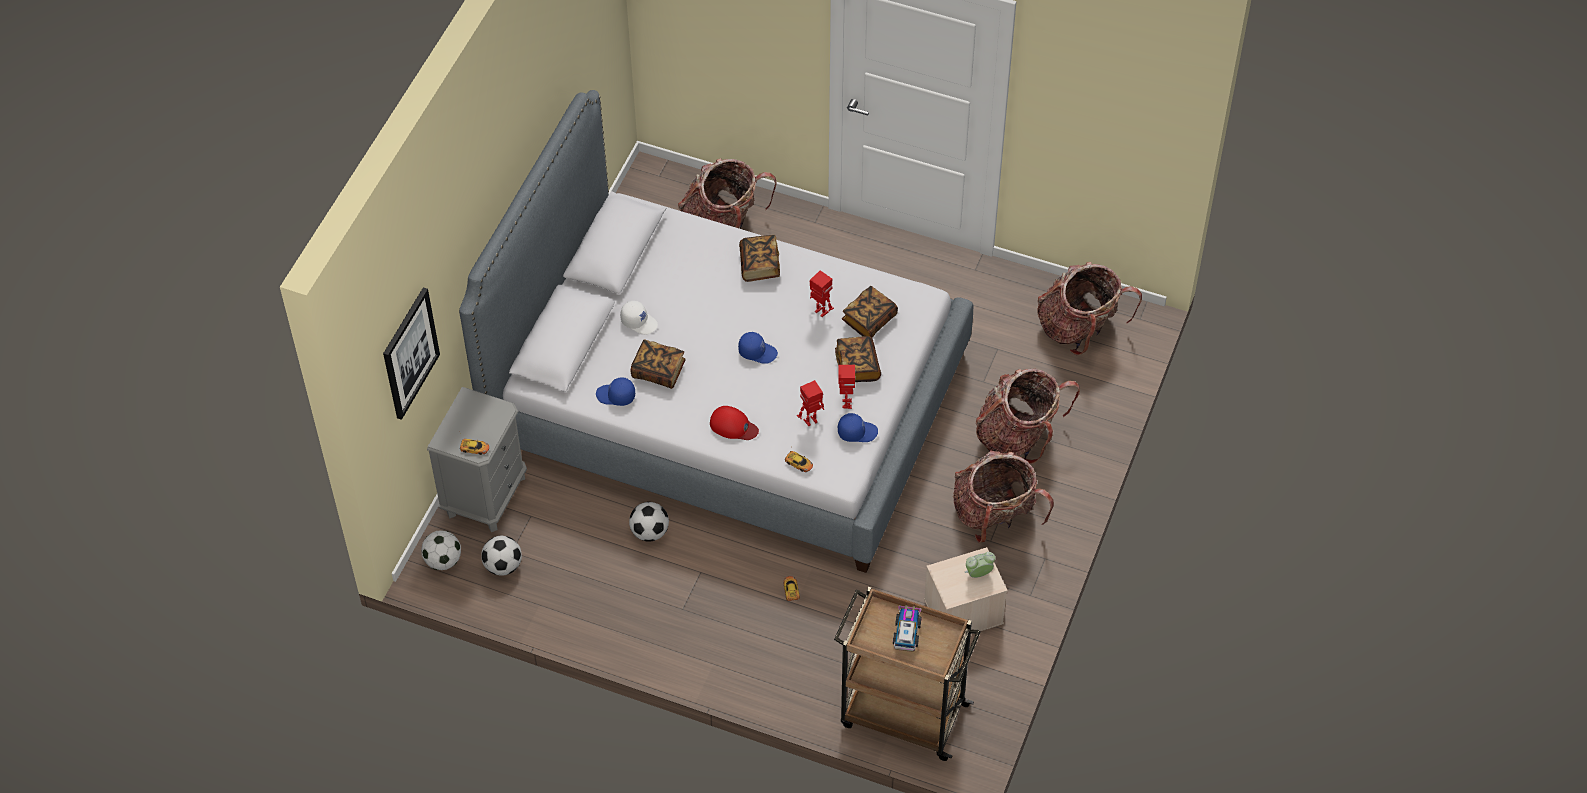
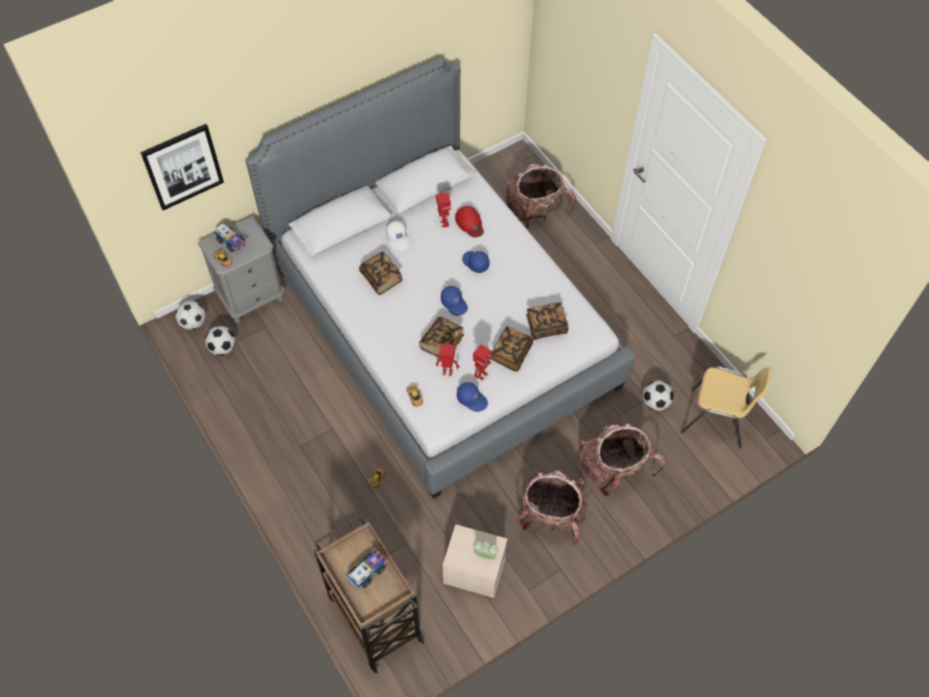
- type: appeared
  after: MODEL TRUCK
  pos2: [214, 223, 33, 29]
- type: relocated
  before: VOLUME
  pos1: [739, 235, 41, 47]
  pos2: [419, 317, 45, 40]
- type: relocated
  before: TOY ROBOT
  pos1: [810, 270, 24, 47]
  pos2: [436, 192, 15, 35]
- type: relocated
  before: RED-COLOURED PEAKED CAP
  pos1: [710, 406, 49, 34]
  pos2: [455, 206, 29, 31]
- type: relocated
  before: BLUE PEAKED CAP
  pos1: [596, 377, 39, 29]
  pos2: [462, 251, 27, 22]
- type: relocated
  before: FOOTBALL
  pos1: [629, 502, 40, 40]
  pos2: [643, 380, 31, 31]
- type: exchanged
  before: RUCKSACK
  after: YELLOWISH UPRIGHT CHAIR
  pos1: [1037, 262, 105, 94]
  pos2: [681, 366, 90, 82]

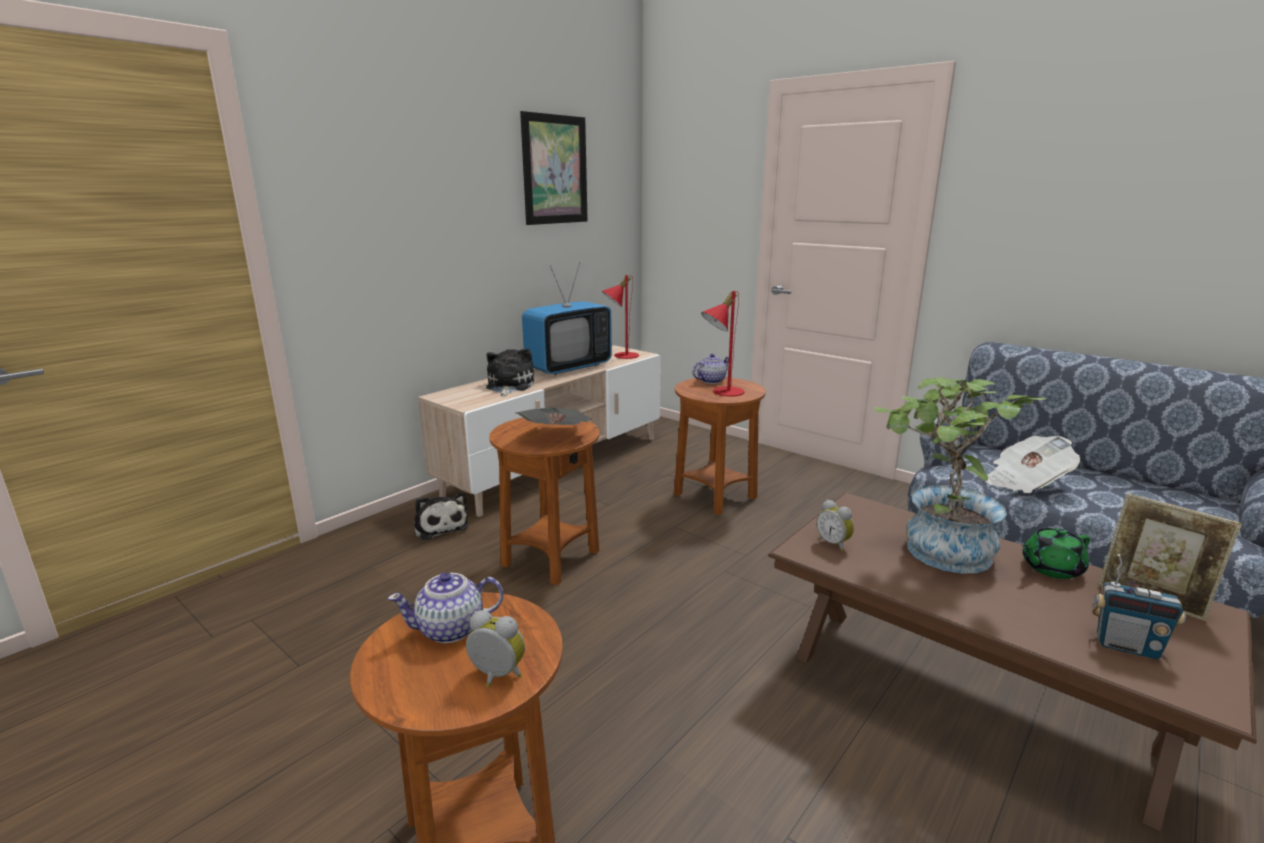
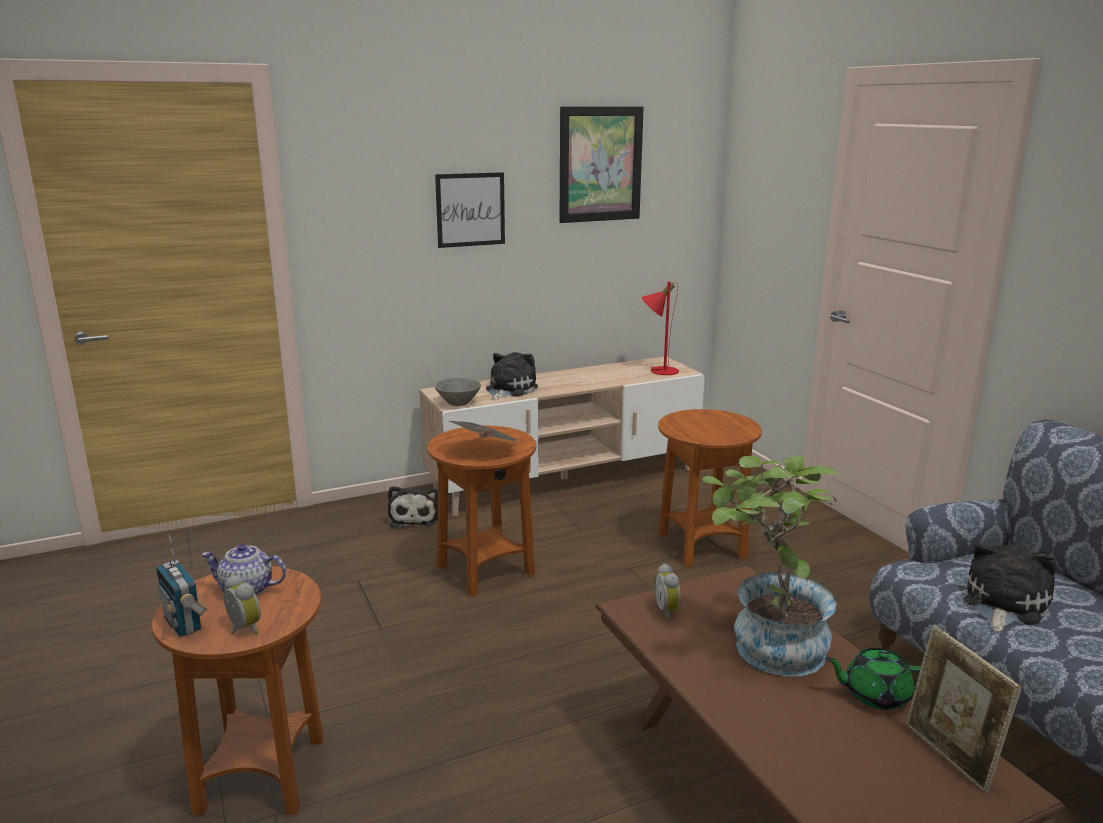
- type: relocated
  before: RADIO
  pos1: [1092, 554, 94, 105]
  pos2: [156, 534, 52, 103]
- type: appeared
  after: PICTURE
  pos2: [435, 172, 70, 76]
- type: appeared
  after: GREYISH BOWL
  pos2: [435, 378, 46, 28]
- type: exchanged
  before: NEWSPAPER
  after: PLUSH TOY
  pos1: [985, 436, 95, 57]
  pos2: [964, 543, 93, 89]
- type: missing
  before: TV
  pos1: [522, 262, 90, 113]
- type: missing
  before: TEAPOT
  pos1: [693, 353, 36, 31]
- type: missing
  before: RED-COLOURED TABLETOP LAMP
  pos1: [701, 291, 44, 105]

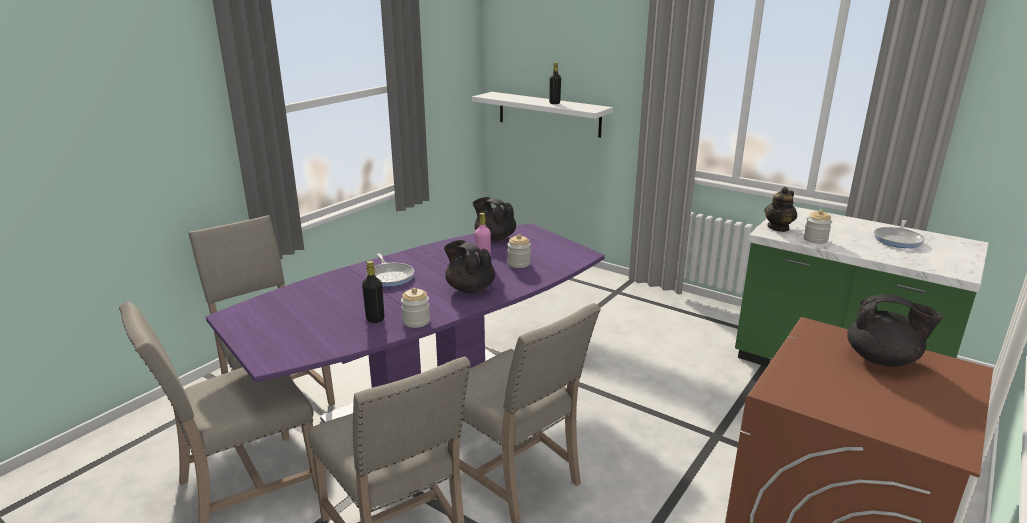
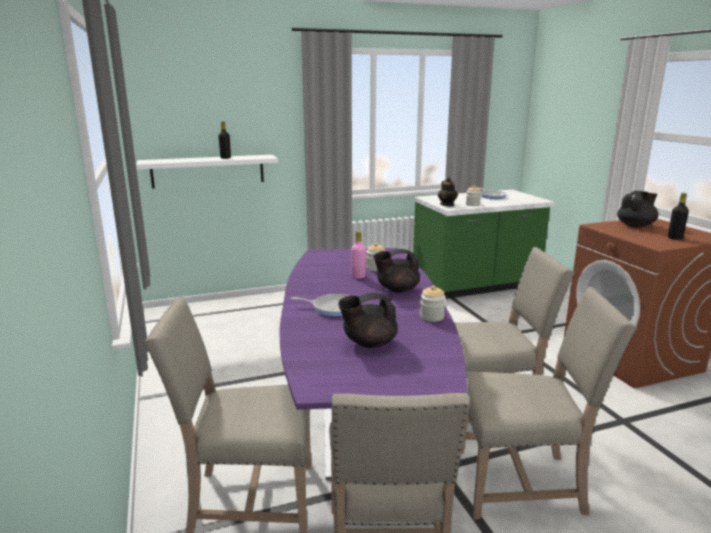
- type: relocated
  before: BLACK-COLOURED TEAPOT
  pos1: [472, 197, 44, 44]
  pos2: [338, 293, 60, 55]
- type: relocated
  before: BLACK-COLOURED BEVERAGE BOTTLE
  pos1: [362, 261, 22, 62]
  pos2: [668, 193, 21, 47]

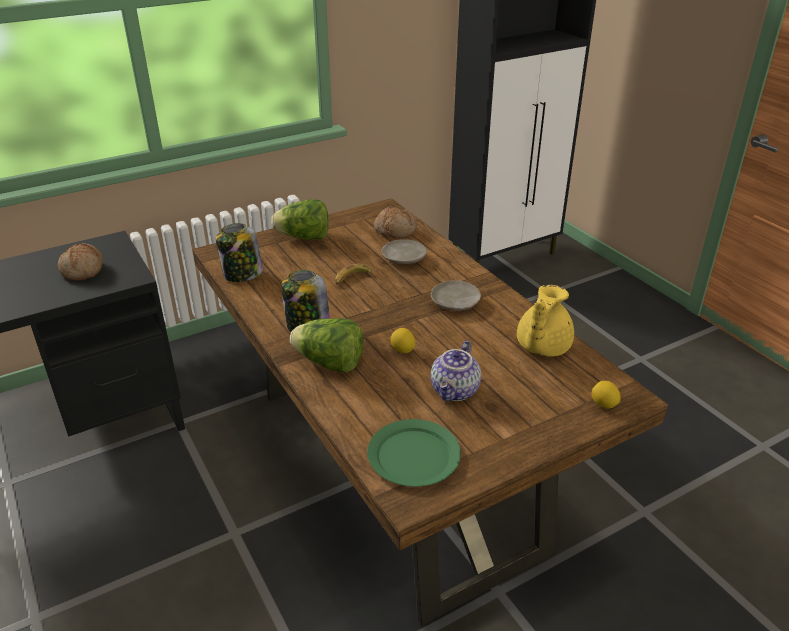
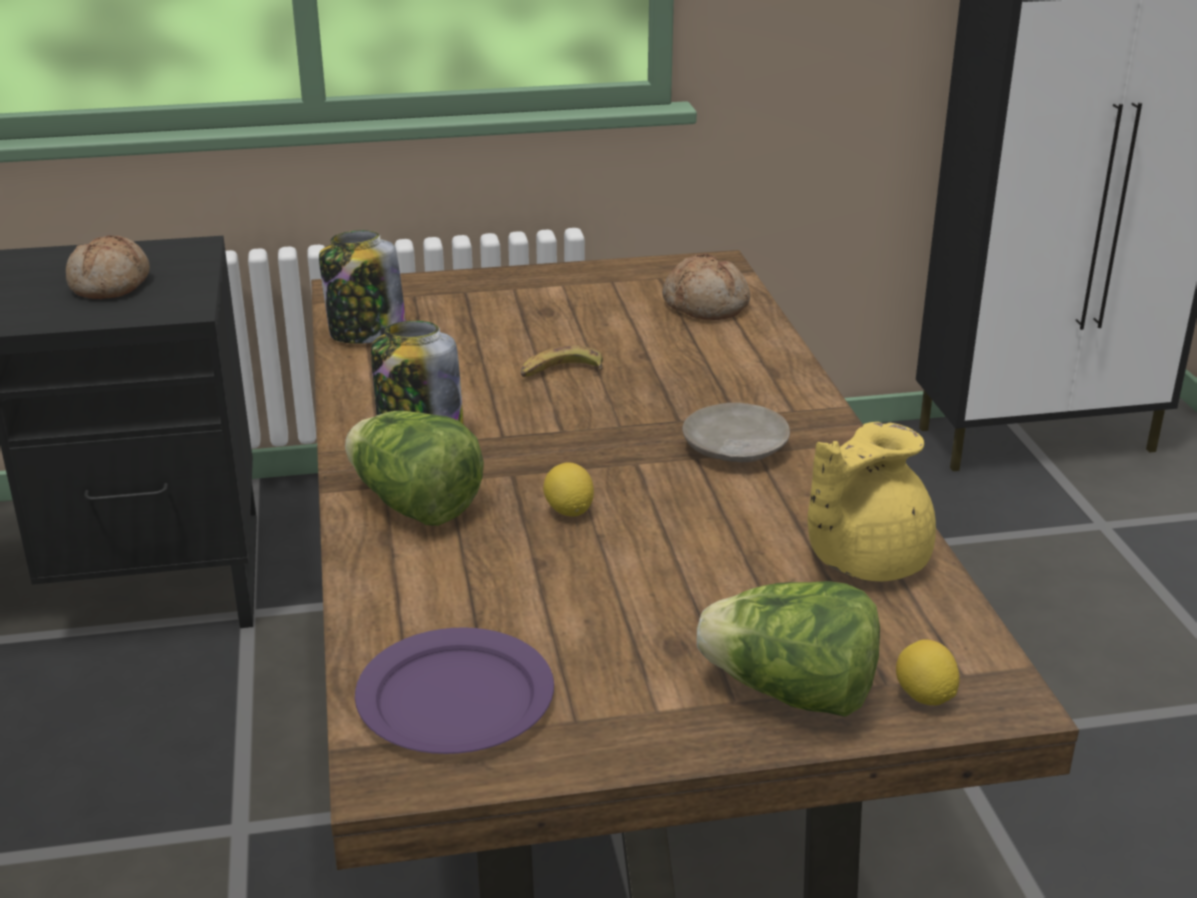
- type: colour
  before: GREENISH PLATE
  after: PURPLISH PLATE
  pos1: [367, 419, 94, 68]
  pos2: [355, 627, 199, 127]
- type: relocated
  before: LETTUCE HEAD
  pos1: [271, 199, 58, 41]
  pos2: [697, 581, 183, 136]
- type: missing
  before: SAND-COLOURED PLATE
  pos1: [381, 239, 46, 25]
- type: missing
  before: TEAPOT
  pos1: [431, 340, 50, 61]

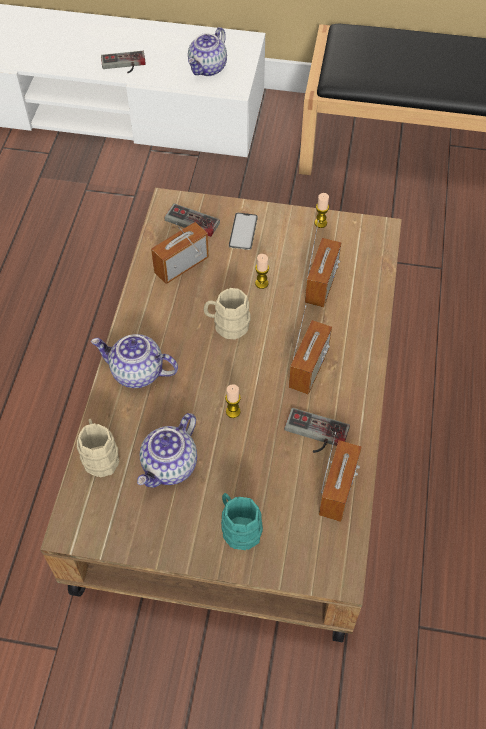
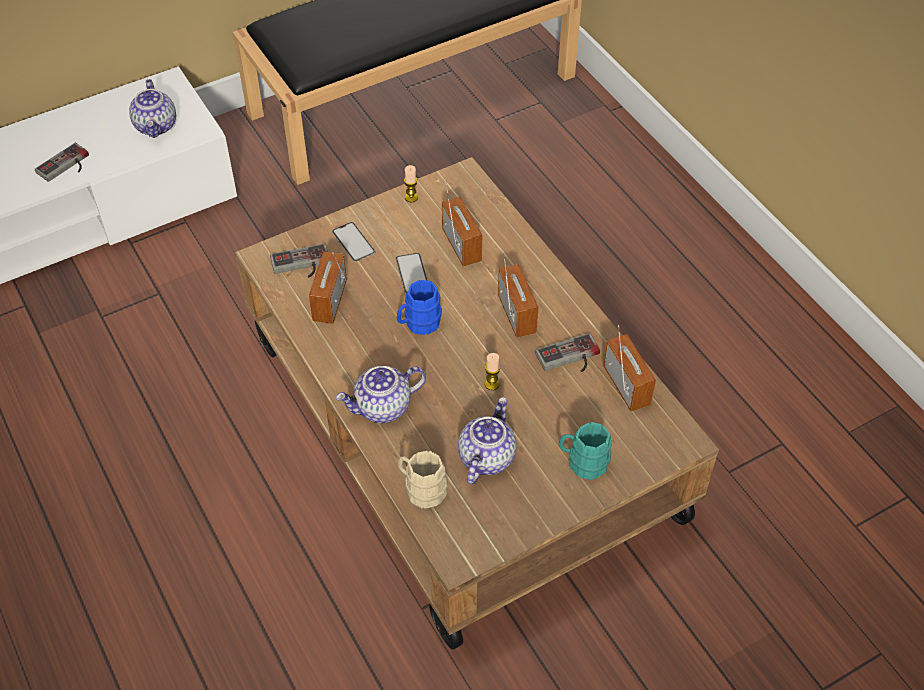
- type: exchanged
  before: CANDLE
  after: PHONE
  pos1: [255, 254, 14, 35]
  pos2: [396, 253, 32, 41]
- type: colour
  before: SAND-COLOURED MUG
  after: BLUE MUG
  pos1: [204, 288, 47, 52]
  pos2: [397, 280, 45, 55]
- type: spun
  before: TEAPOT
  pos1: [137, 413, 60, 75]
  pos2: [458, 397, 58, 88]
  turn: -150

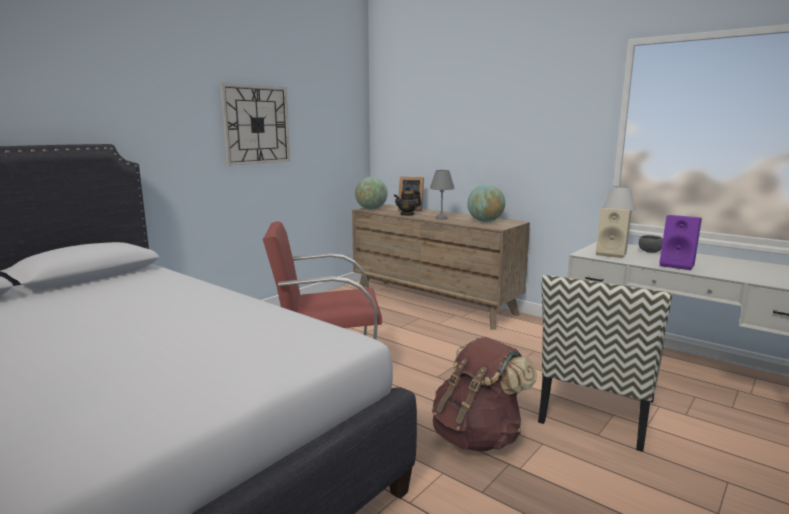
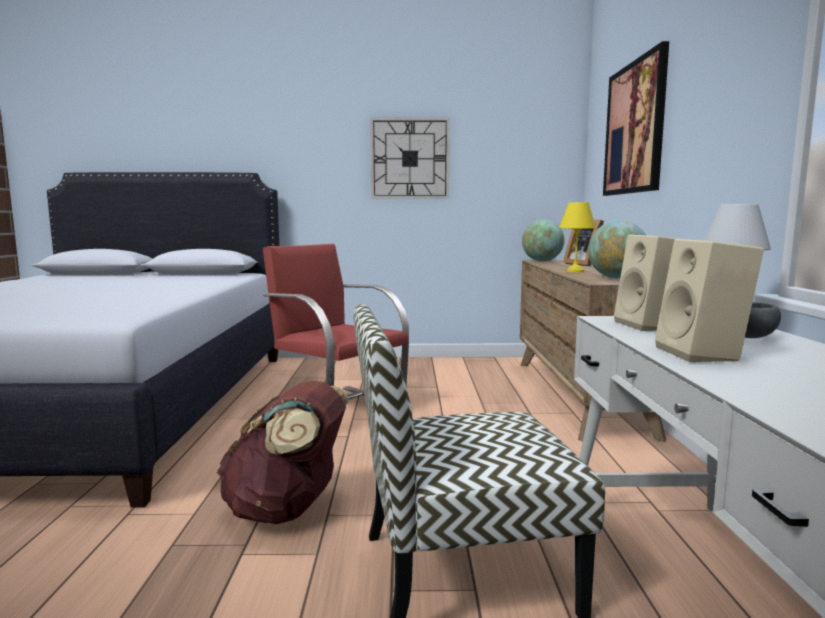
- type: colour
  before: GREYISH TABLETOP LAMP
  after: YELLOWISH TABLETOP LAMP
  pos1: [430, 170, 25, 50]
  pos2: [559, 202, 37, 70]
- type: appeared
  after: PICTURE
  pos2: [603, 41, 66, 155]
- type: colour
  before: PURPLISH SPEAKER
  after: SAND-COLOURED SPEAKER
  pos1: [660, 215, 42, 55]
  pos2: [655, 239, 109, 123]
- type: missing
  before: TEAPOT
  pos1: [394, 186, 27, 30]

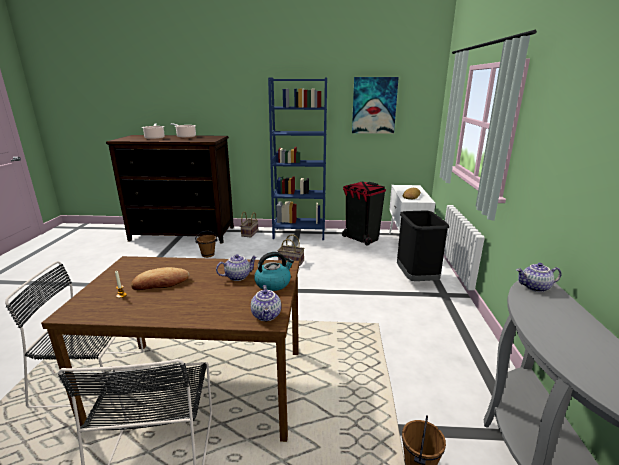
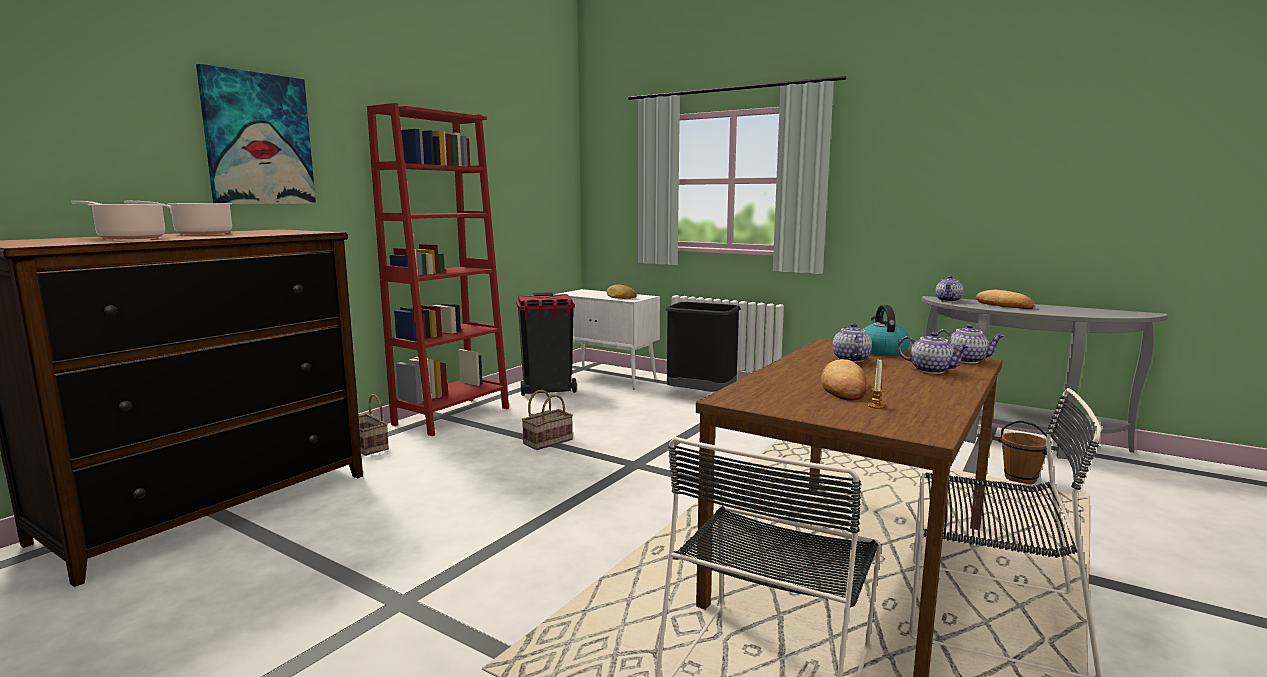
- type: relocated
  before: PICTURE
  pos1: [352, 77, 47, 57]
  pos2: [196, 64, 120, 141]
- type: colour
  before: BLUE BOOKCASE
  after: RED-COLOURED BOOKCASE
  pos1: [268, 77, 59, 163]
  pos2: [367, 103, 142, 333]
- type: appeared
  after: TEAPOT
  pos2: [898, 332, 72, 42]
- type: appeared
  after: BREAD
  pos2: [976, 290, 58, 19]
- type: missing
  before: BROWNISH PAIL
  pos1: [195, 231, 22, 27]

